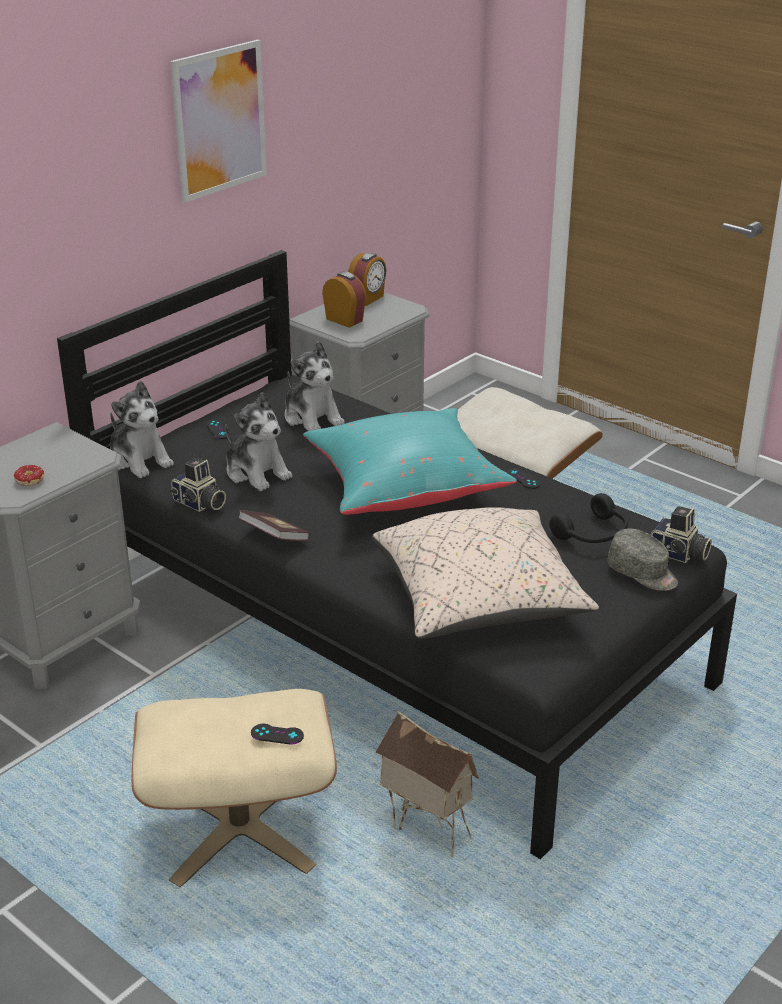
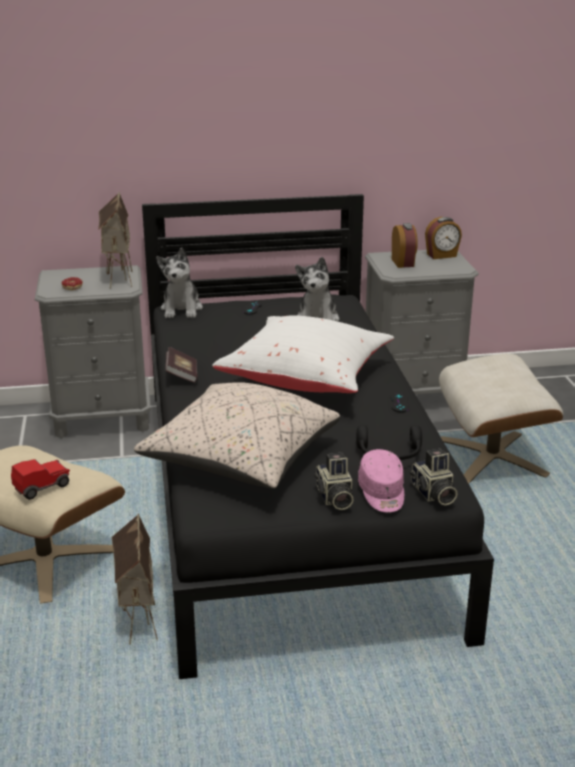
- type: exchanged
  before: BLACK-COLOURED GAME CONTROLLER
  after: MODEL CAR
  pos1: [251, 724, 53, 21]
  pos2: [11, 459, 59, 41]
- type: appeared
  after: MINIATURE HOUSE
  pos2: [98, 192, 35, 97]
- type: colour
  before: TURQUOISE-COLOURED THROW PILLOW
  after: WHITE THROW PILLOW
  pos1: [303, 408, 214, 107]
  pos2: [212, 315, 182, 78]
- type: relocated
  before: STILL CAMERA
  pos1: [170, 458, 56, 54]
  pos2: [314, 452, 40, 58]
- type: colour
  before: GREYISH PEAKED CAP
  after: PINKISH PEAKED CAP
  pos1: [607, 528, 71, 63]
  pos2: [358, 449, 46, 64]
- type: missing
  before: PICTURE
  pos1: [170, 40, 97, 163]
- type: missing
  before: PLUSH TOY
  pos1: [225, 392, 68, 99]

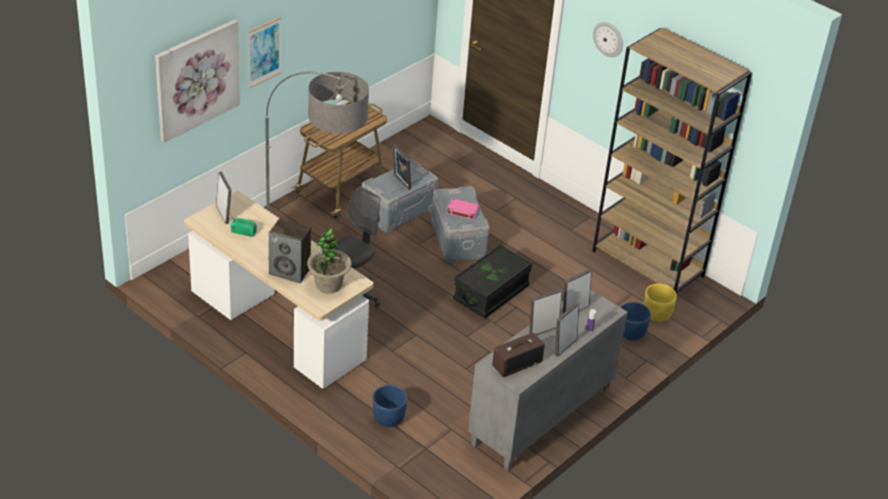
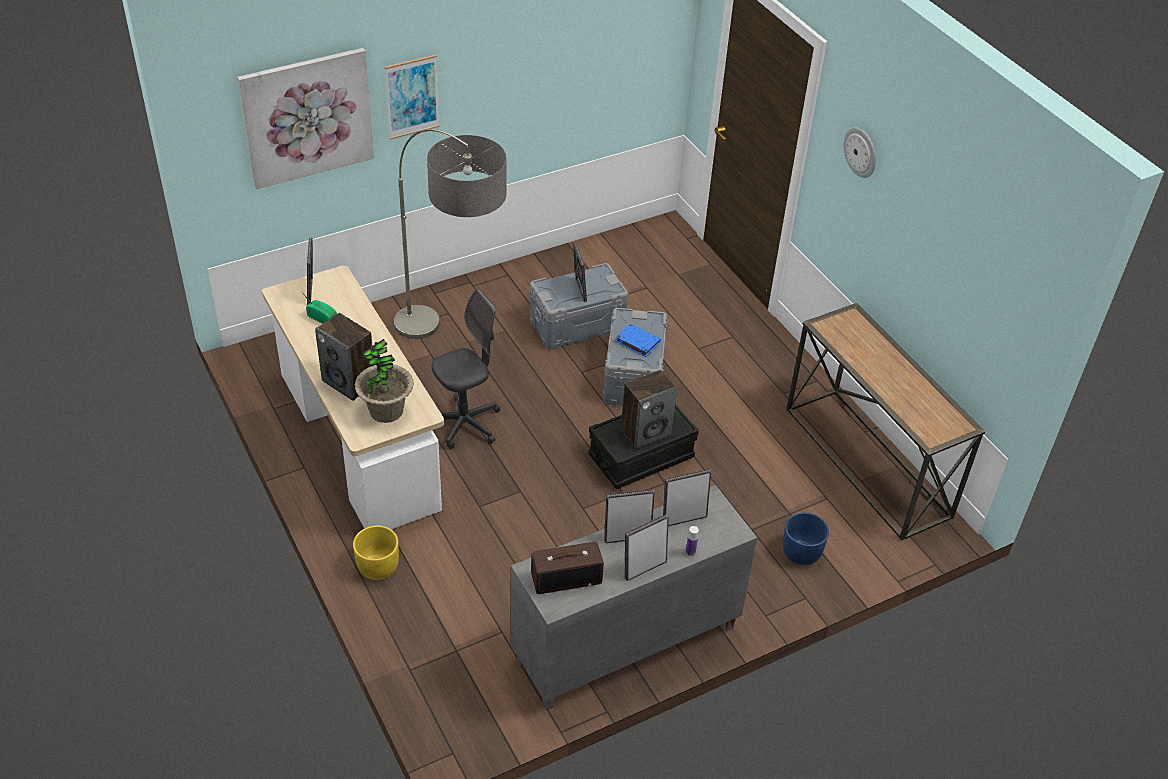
- type: relocated
  before: YELLOWISH PLANT POT
  pos1: [644, 284, 33, 38]
  pos2: [353, 526, 46, 54]
- type: colour
  before: PINKISH VOLUME
  after: BLUE VOLUME
  pos1: [446, 198, 33, 22]
  pos2: [615, 324, 46, 33]
- type: appeared
  after: SPEAKER
  pos2: [621, 370, 56, 79]
- type: exchanged
  before: BROWNISH BOOKCASE
  after: CONSOLE TABLE
  pos1: [592, 28, 160, 265]
  pos2: [786, 303, 199, 237]
- type: missing
  before: CART
  pos1: [291, 101, 96, 117]
- type: missing
  before: BLUE PLANT POT
  pos1: [373, 385, 34, 42]

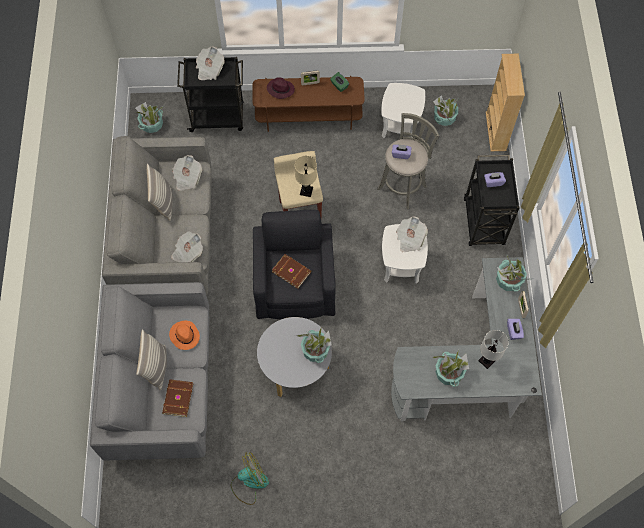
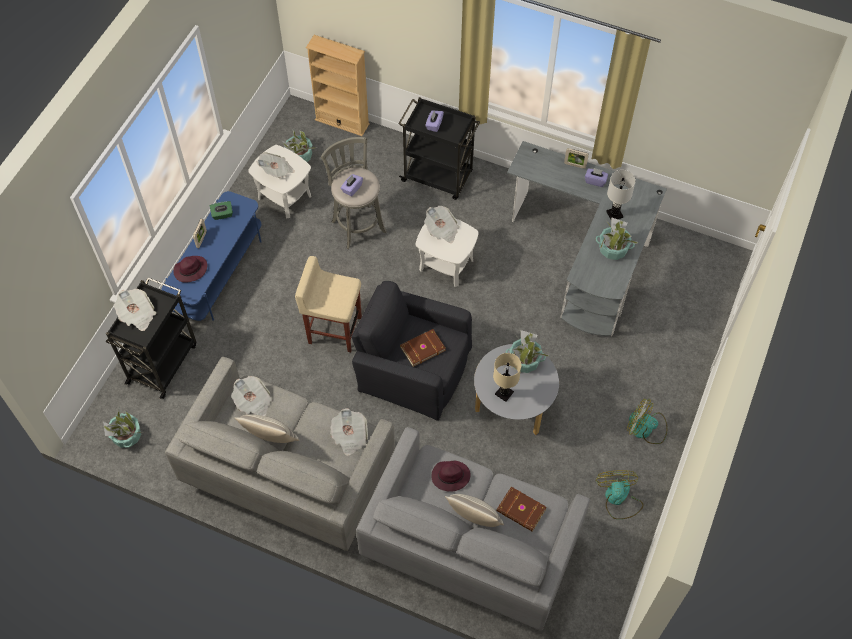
- type: colour
  before: BROWNISH TV STAND
  after: BLUE TV STAND
  pos1: [252, 76, 113, 56]
  pos2: [162, 191, 100, 130]
- type: appeared
  after: NEWSPAPER
  pos2: [256, 152, 39, 26]
- type: colour
  before: ORANGE-COLOURED WEARABLE HAT
  after: PURPLISH WEARABLE HAT
  pos1: [169, 321, 31, 29]
  pos2: [431, 461, 40, 31]
- type: relocated
  before: SAND-COLOURED TABLETOP LAMP
  pos1: [295, 156, 22, 41]
  pos2: [493, 353, 28, 49]
- type: appeared
  after: COOLING FAN
  pos2: [627, 399, 41, 45]
- type: missing
  before: HOUSEPLANT
  pos1: [496, 255, 33, 36]

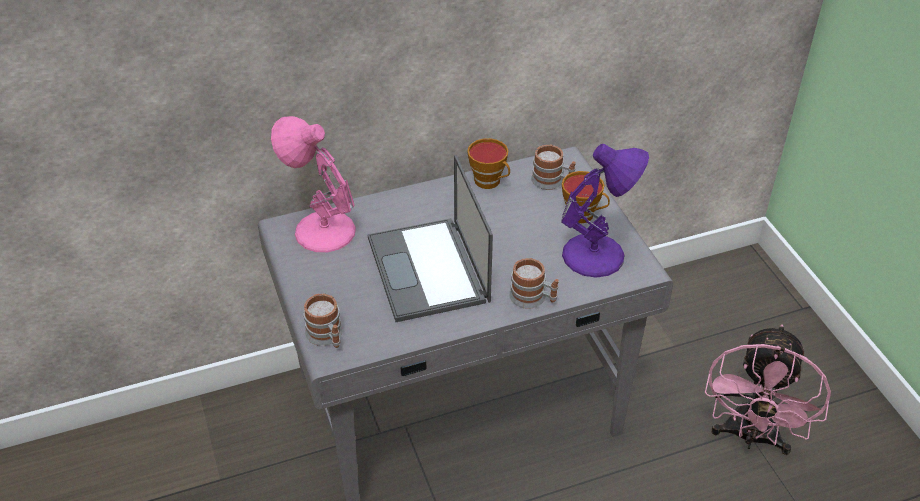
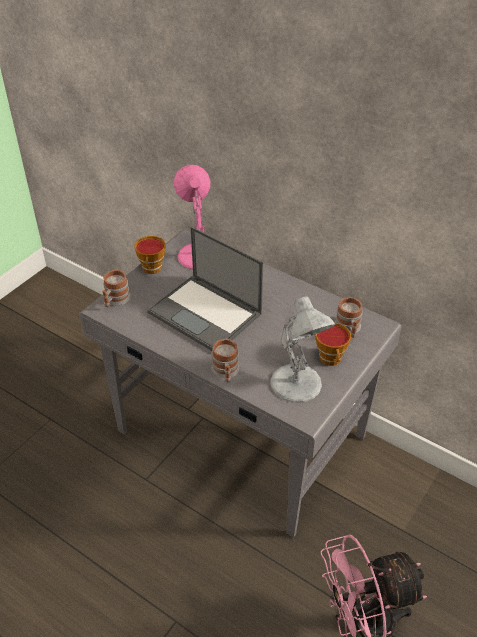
- type: relocated
  before: SMALL CUP
  pos1: [467, 138, 43, 51]
  pos2: [134, 236, 32, 38]
- type: spun
  before: PORTABLE COMPUTER
  pos1: [368, 154, 125, 168]
  pos2: [148, 226, 115, 125]
  turn: -90
- type: colour
  before: PURPLISH TABLETOP LAMP
  after: WHITE TABLETOP LAMP
  pos1: [561, 144, 88, 134]
  pos2: [270, 296, 65, 107]

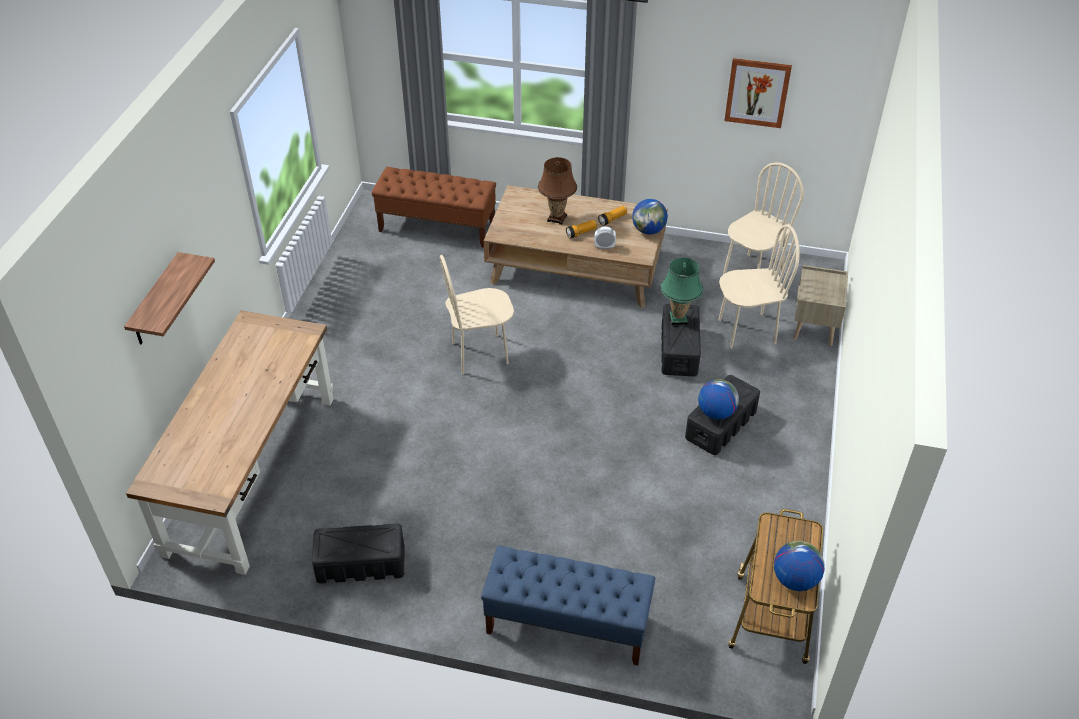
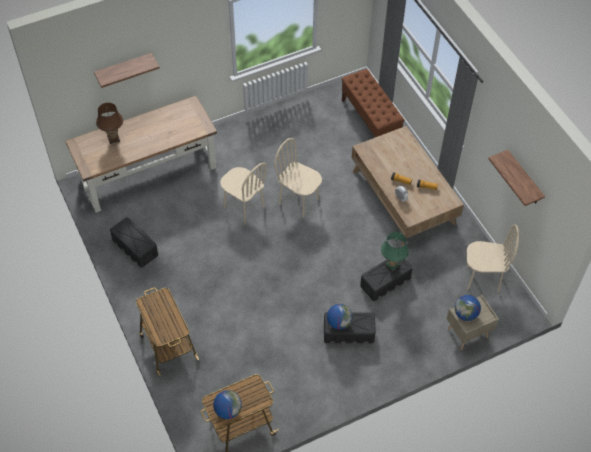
- type: relocated
  before: BROWNISH TABLETOP LAMP
  pos1: [538, 157, 39, 68]
  pos2: [96, 103, 27, 41]
- type: exchanged
  before: BLUE BENCH
  after: CART
  pos1: [481, 546, 174, 119]
  pos2: [136, 288, 63, 88]
- type: relocated
  before: SAND-COLOURED UPRIGHT CHAIR
  pos1: [719, 224, 81, 125]
  pos2: [220, 163, 47, 61]
- type: relocated
  before: WORLD GLOBE
  pos1: [632, 199, 36, 35]
  pos2: [455, 295, 26, 26]
- type: exchanged
  before: PICTURE
  after: SHELF
  pos1: [725, 58, 67, 70]
  pos2: [488, 150, 57, 56]

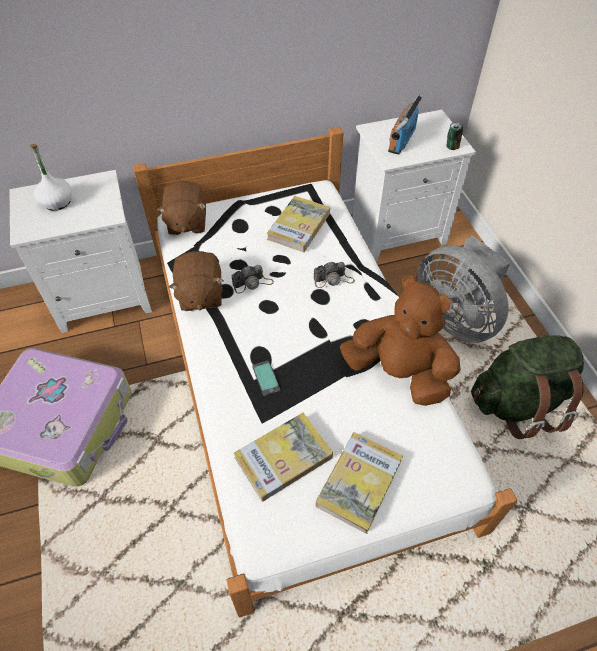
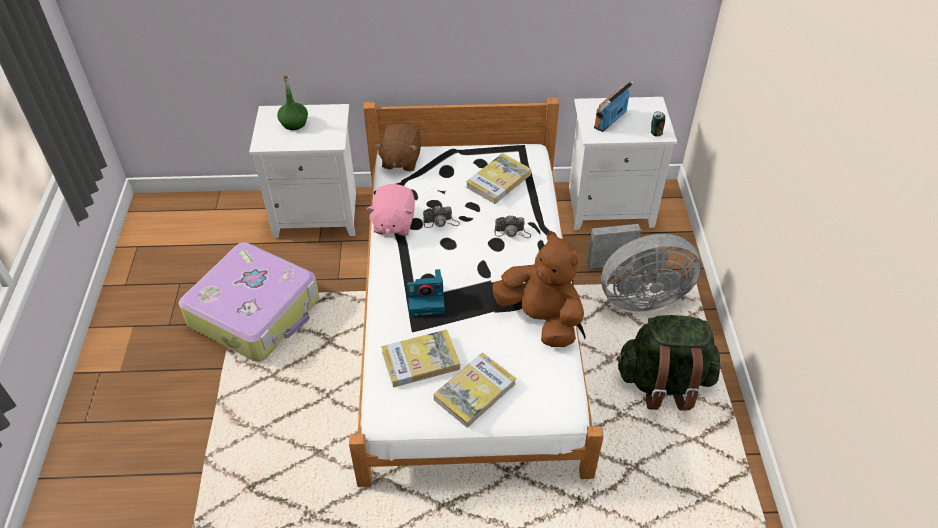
- type: colour
  before: WHITE BEVERAGE BOTTLE
  after: GREENISH BEVERAGE BOTTLE
  pos1: [30, 144, 42, 67]
  pos2: [277, 74, 31, 56]
- type: colour
  before: BROWNISH PLUSH TOY
  after: PINKISH PLUSH TOY
  pos1: [169, 251, 55, 60]
  pos2: [366, 184, 49, 52]
- type: exchanged
  before: PHONE
  after: STILL CAMERA
  pos1: [252, 361, 28, 35]
  pos2: [407, 269, 38, 47]
- type: spun
  before: GREYISH COOLING FAN
  pos1: [417, 235, 93, 108]
  pos2: [587, 224, 114, 88]
  turn: -75

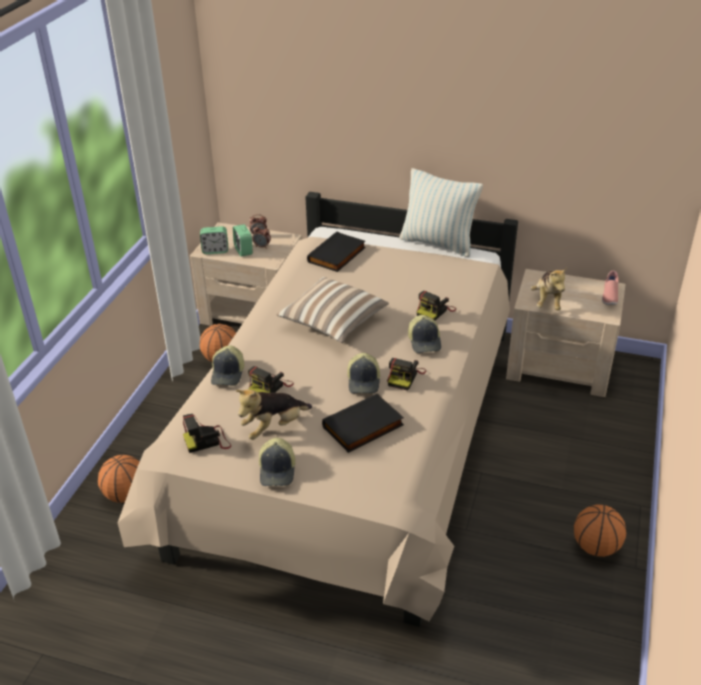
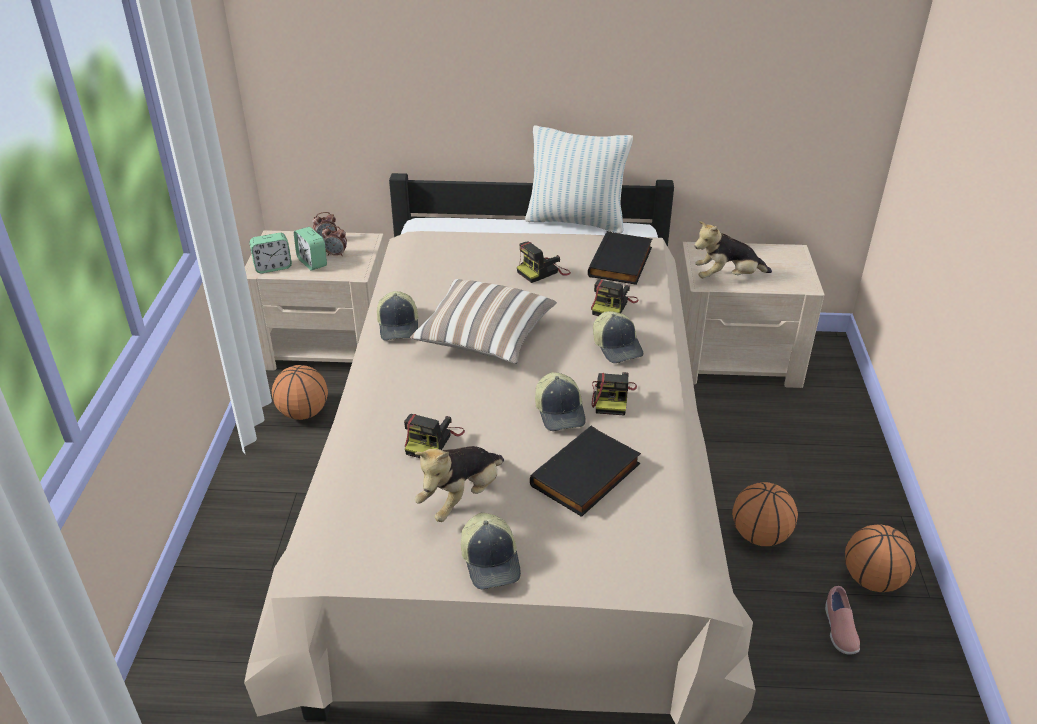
- type: relocated
  before: PEAKED CAP
  pos1: [211, 345, 33, 41]
  pos2: [377, 291, 42, 50]
- type: relocated
  before: STILL CAMERA
  pos1: [183, 414, 48, 39]
  pos2: [517, 241, 54, 42]
- type: relocated
  before: BLACK-COLOURED VOLUME
  pos1: [307, 232, 59, 40]
  pos2: [588, 231, 64, 54]
- type: spun
  before: PLUSH TOY
  pos1: [531, 268, 36, 42]
  pos2: [694, 221, 78, 57]
  turn: 90
- type: relocated
  before: BASKETBALL BALL
  pos1: [98, 455, 42, 48]
  pos2: [732, 482, 66, 64]
- type: relocated
  before: PINKISH SHOE
  pos1: [602, 271, 16, 34]
  pos2: [825, 586, 35, 69]

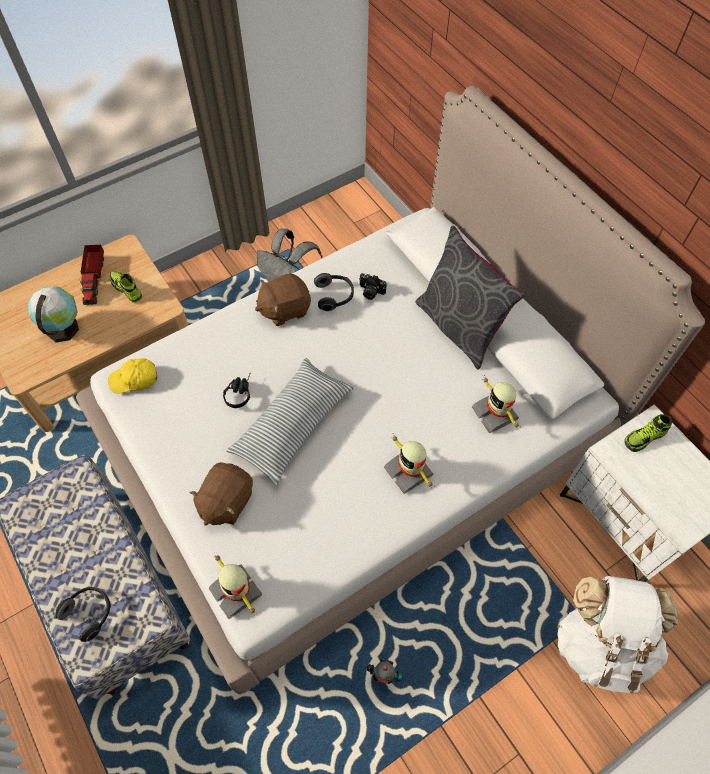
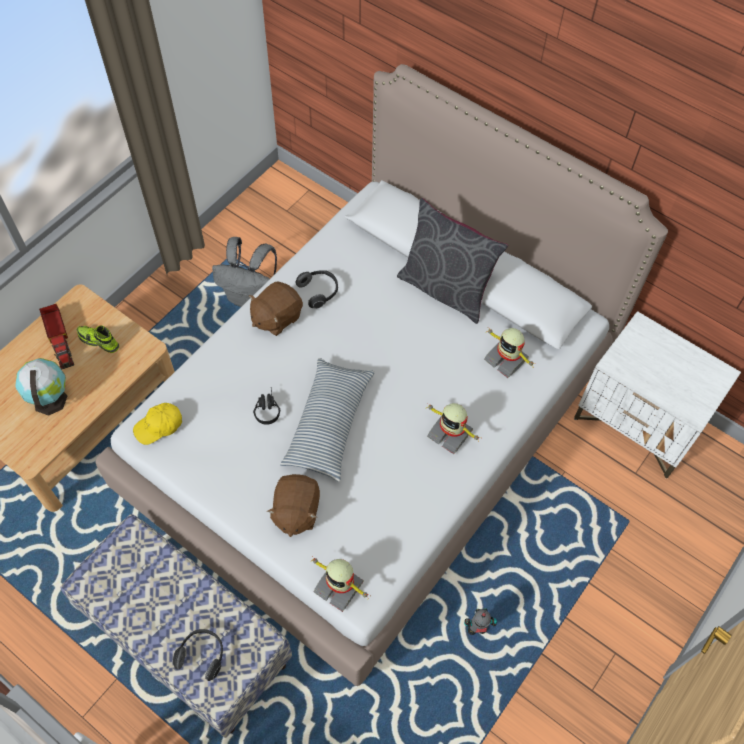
- type: missing
  before: STILL CAMERA
  pos1: [359, 273, 28, 27]
- type: missing
  before: WHITE RUCKSACK
  pos1: [557, 576, 121, 117]
- type: missing
  before: SHOE
  pos1: [624, 414, 48, 38]

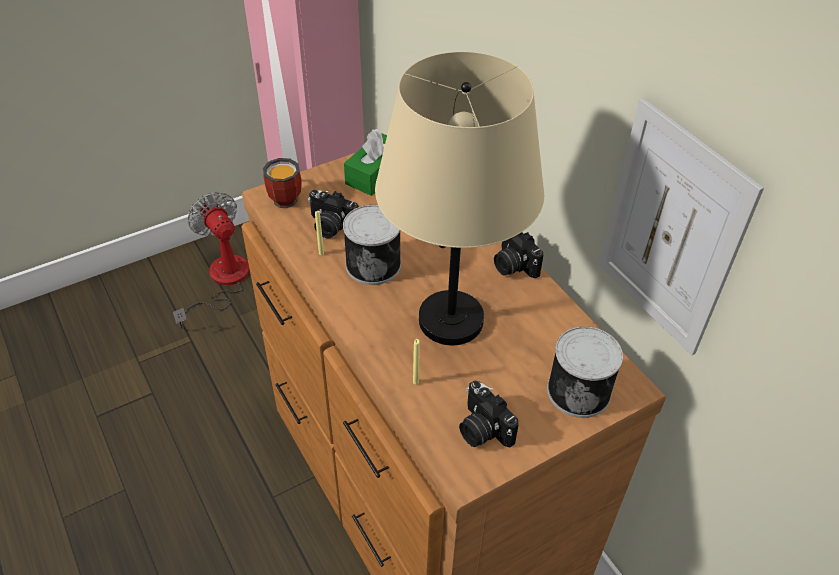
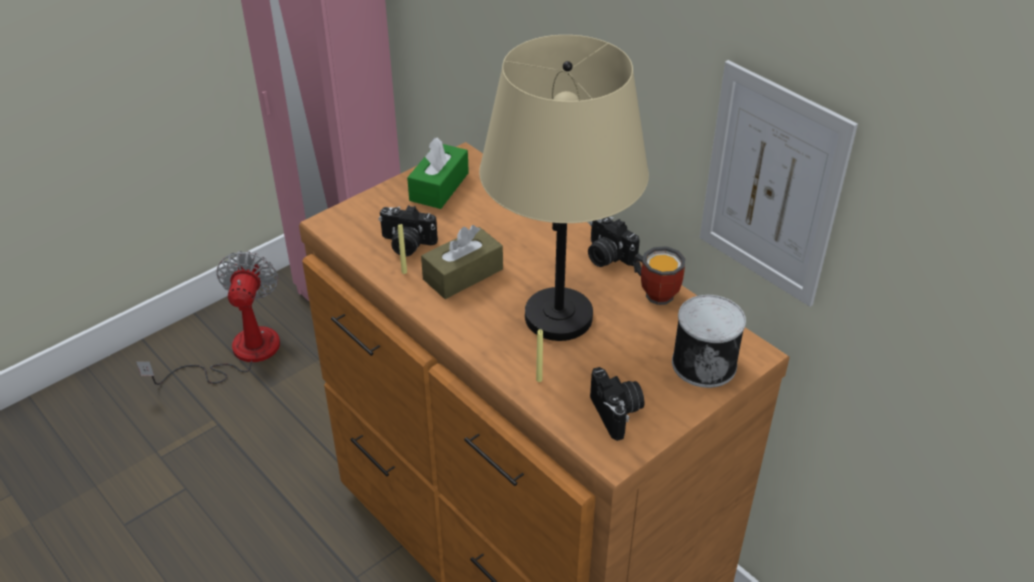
- type: spun
  before: COOLING FAN
  pos1: [173, 192, 77, 137]
  pos2: [136, 251, 144, 134]
  turn: 45
- type: exchanged
  before: CAN
  after: BROWNISH TISSUE BOX
  pos1: [343, 205, 58, 80]
  pos2: [421, 225, 82, 74]
- type: spun
  before: STILL CAMERA
  pos1: [459, 380, 60, 67]
  pos2: [590, 367, 54, 74]
  turn: -150
- type: relocated
  before: MUG
  pos1: [263, 158, 38, 50]
  pos2: [633, 246, 52, 59]

